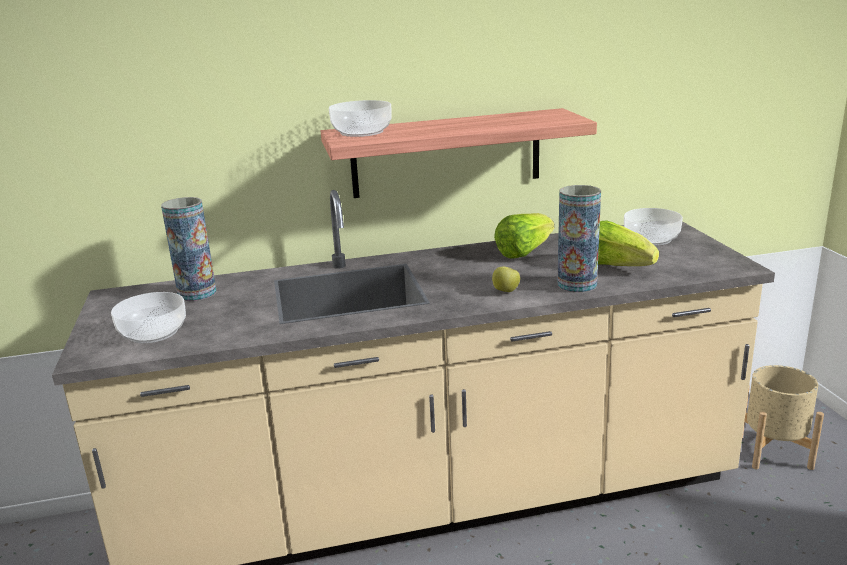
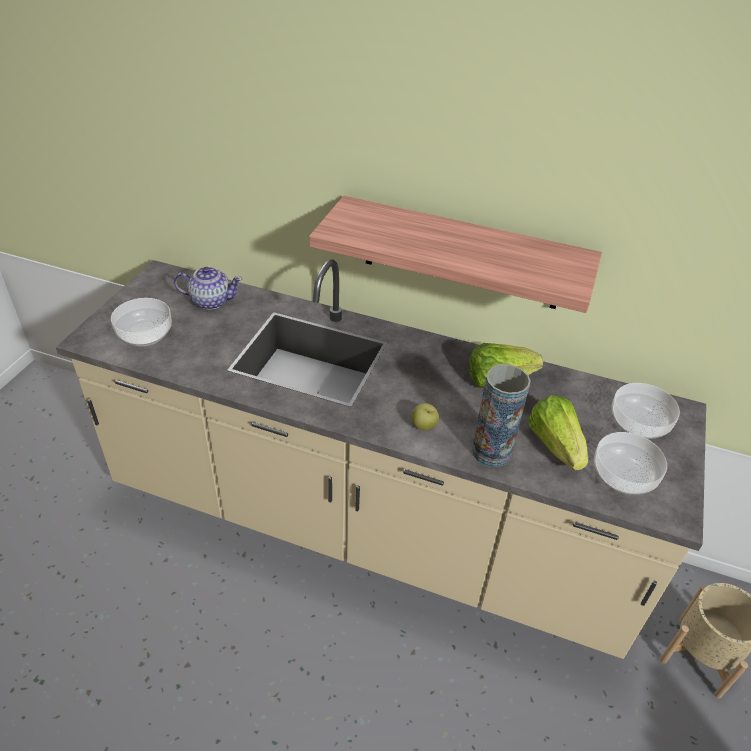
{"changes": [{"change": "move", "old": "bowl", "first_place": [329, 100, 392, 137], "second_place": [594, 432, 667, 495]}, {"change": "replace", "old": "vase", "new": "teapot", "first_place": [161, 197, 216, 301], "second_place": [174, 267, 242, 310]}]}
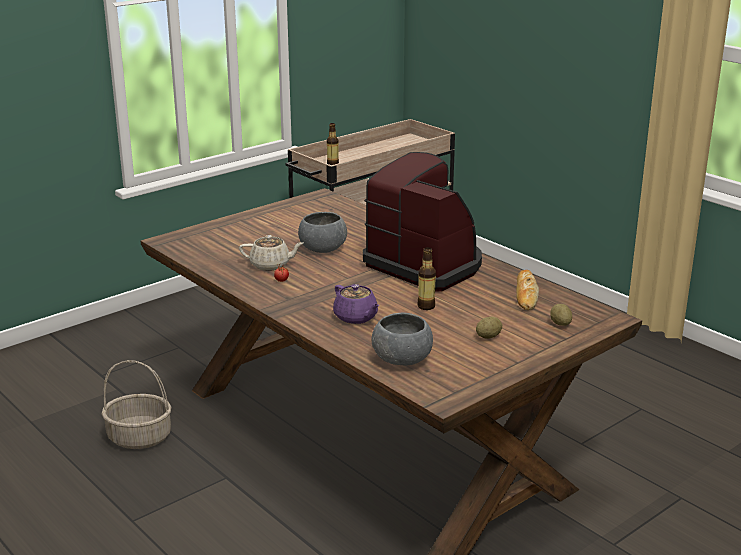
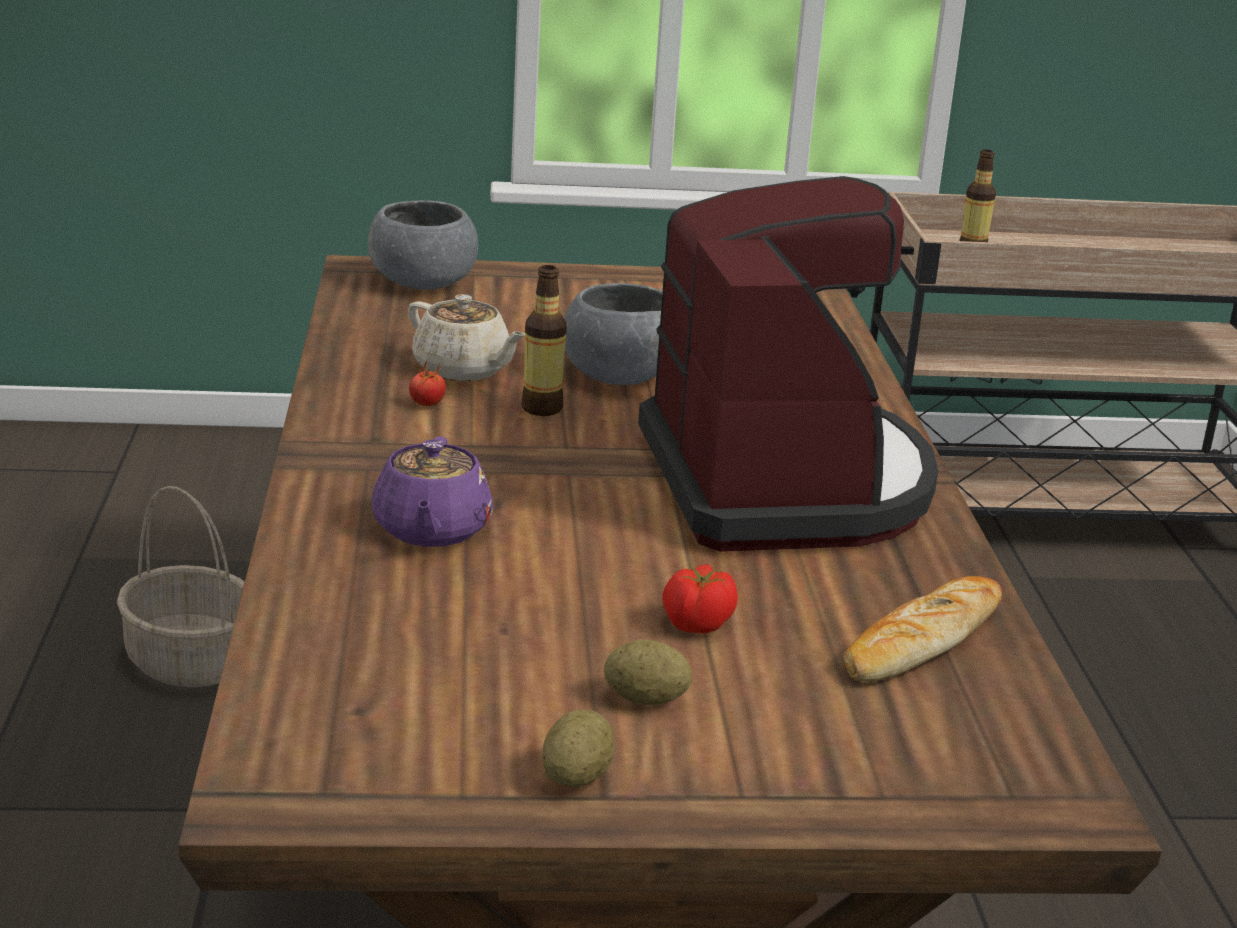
{"changes": [{"change": "insert", "new": "tomato", "second_place": [662, 564, 738, 634]}, {"change": "move", "old": "bowl/grey", "first_place": [371, 313, 433, 366], "second_place": [368, 200, 478, 290]}, {"change": "move", "old": "bottle", "first_place": [417, 247, 436, 310], "second_place": [521, 265, 567, 416]}, {"change": "move", "old": "potato", "first_place": [550, 304, 572, 326], "second_place": [542, 710, 615, 787]}]}
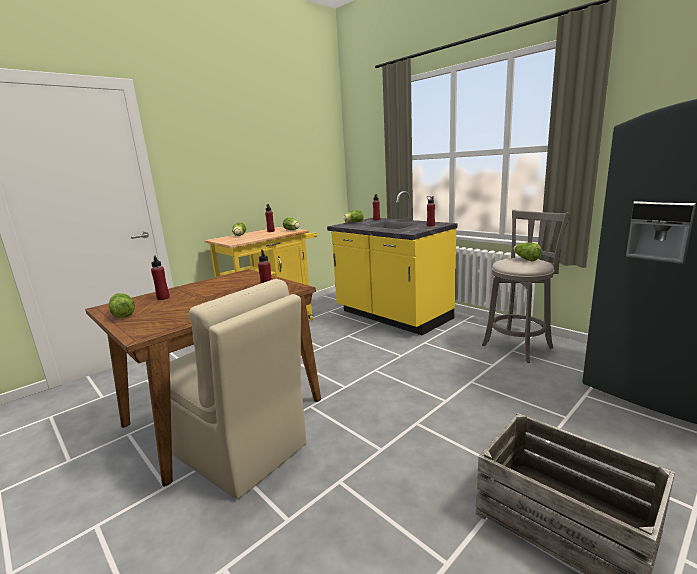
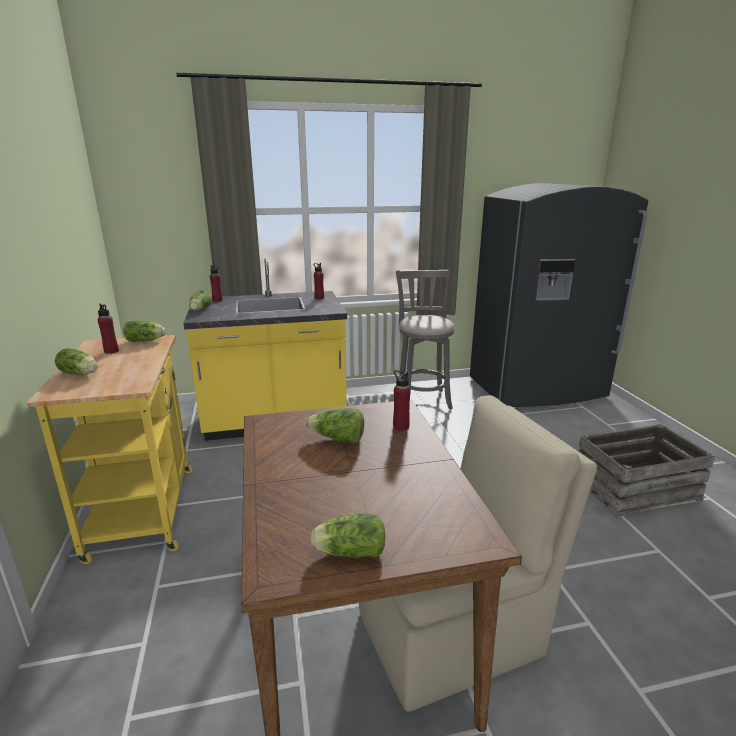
{"changes": [{"change": "delete", "old": "bottle/red", "first_place": [151, 255, 170, 300]}, {"change": "move", "old": "lettuce", "first_place": [513, 242, 542, 261], "second_place": [306, 408, 364, 444]}]}
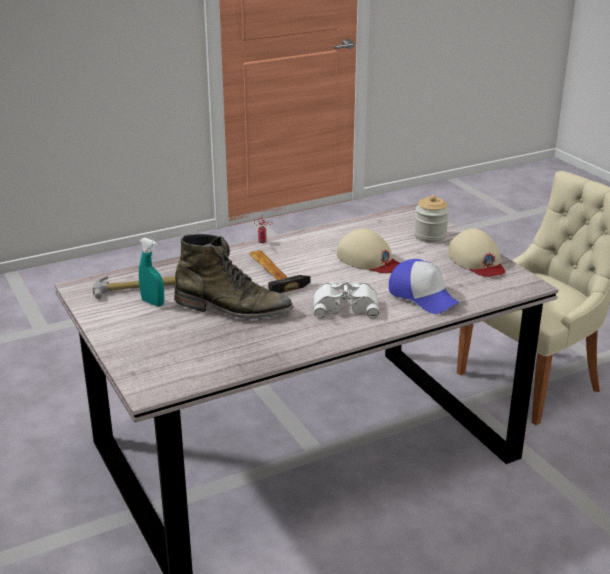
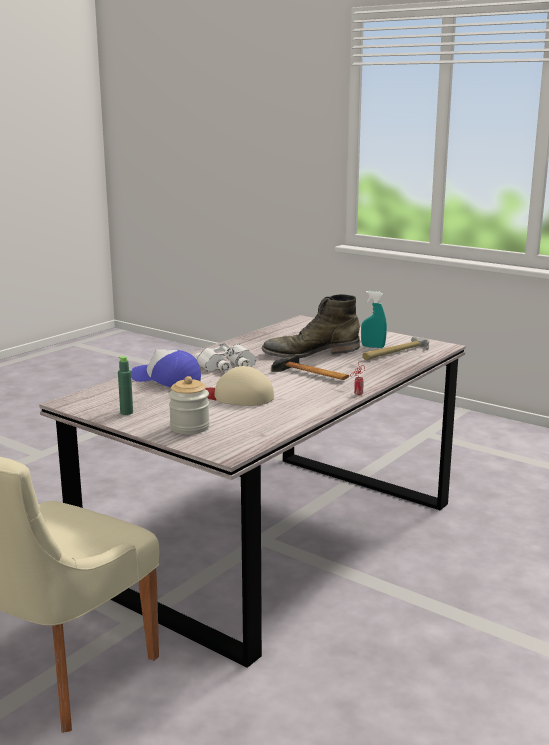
{"changes": [{"change": "replace", "old": "cap/beige", "new": "bottle/green", "first_place": [448, 228, 505, 277], "second_place": [118, 356, 133, 415]}]}
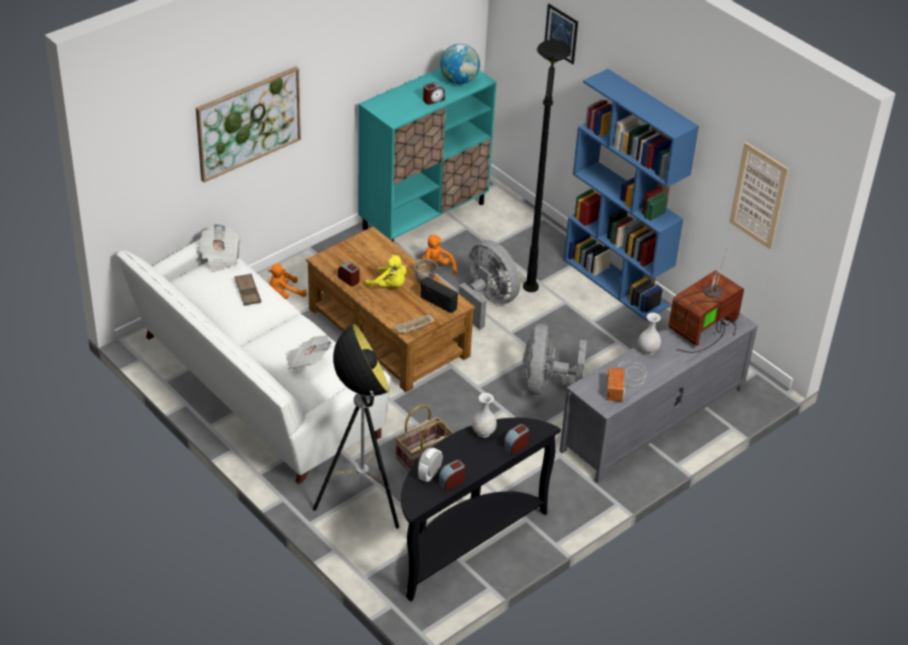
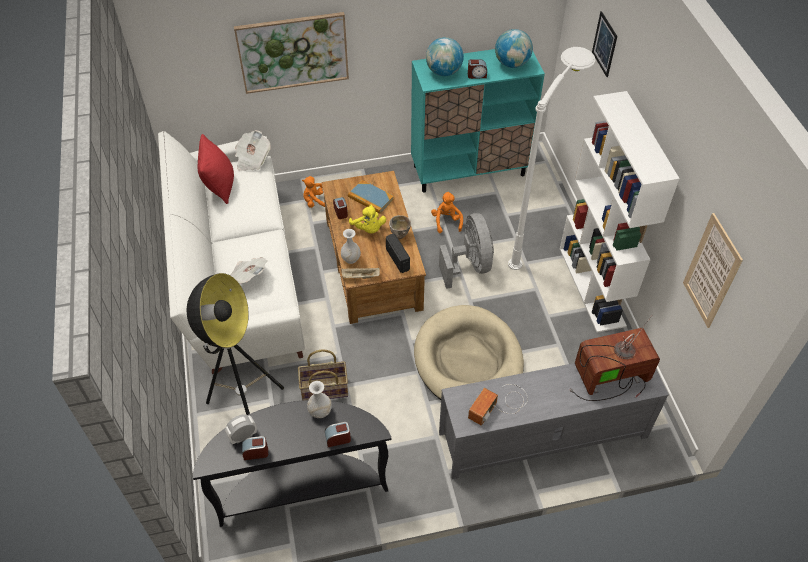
{"changes": [{"change": "delete", "old": "tray/brown", "first_place": [234, 273, 261, 306]}, {"change": "insert", "new": "pillow/red", "second_place": [198, 134, 234, 204]}, {"change": "insert", "new": "book", "second_place": [348, 180, 394, 214]}, {"change": "insert", "new": "globe", "second_place": [426, 37, 464, 76]}, {"change": "move", "old": "vase/white", "first_place": [638, 313, 661, 355], "second_place": [341, 229, 361, 264]}, {"change": "replace", "old": "fan/grey", "new": "dog bed/beige", "first_place": [523, 324, 587, 395], "second_place": [414, 305, 524, 400]}, {"change": "recolor", "old": "floor lamp/black", "new": "floor lamp/white", "first_place": [523, 40, 571, 292], "second_place": [508, 47, 596, 270]}, {"change": "recolor", "old": "bookcase/blue", "new": "bookcase/white", "first_place": [564, 69, 699, 320], "second_place": [560, 91, 680, 333]}]}
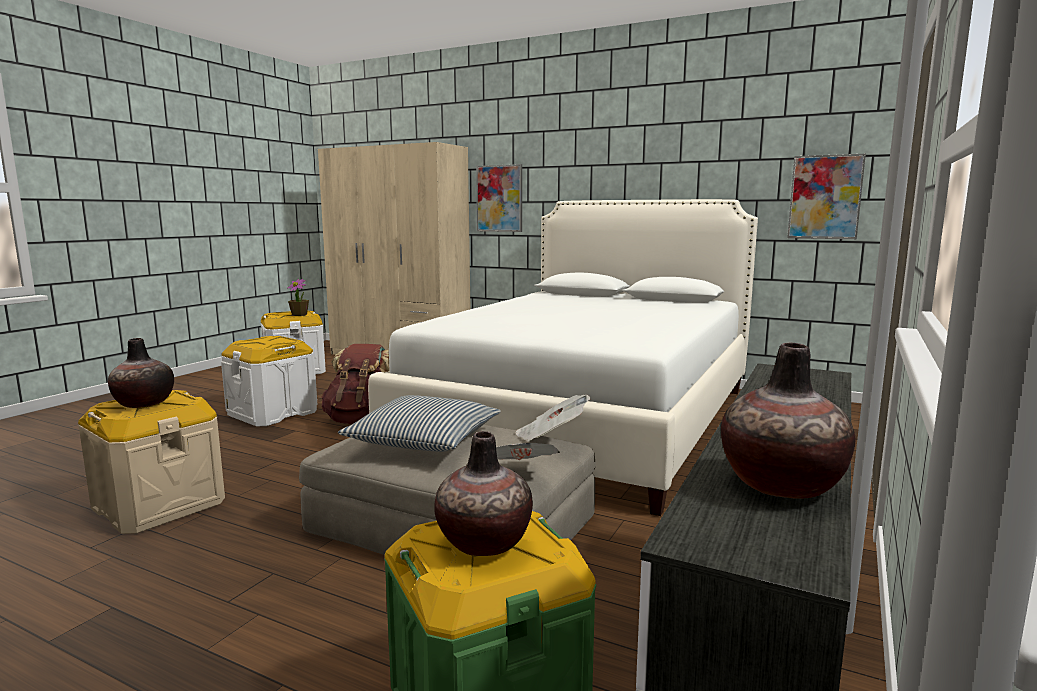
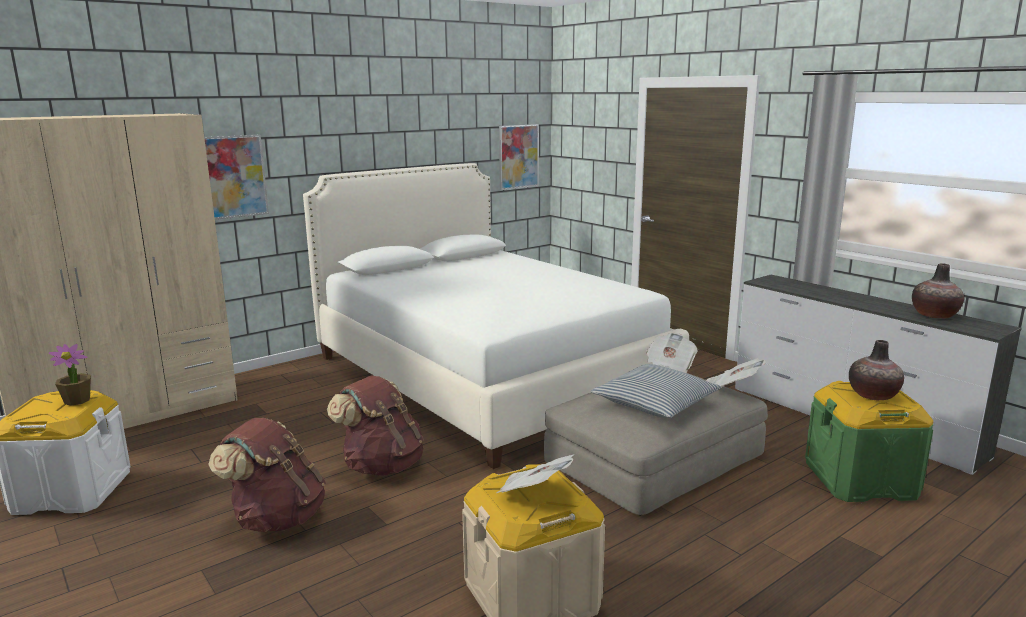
{"changes": [{"change": "replace", "old": "vase", "new": "newspaper", "first_place": [108, 338, 174, 408], "second_place": [497, 454, 575, 493]}, {"change": "replace", "old": "storage box/white", "new": "backpack/brown", "first_place": [221, 336, 317, 427], "second_place": [208, 418, 326, 532]}]}
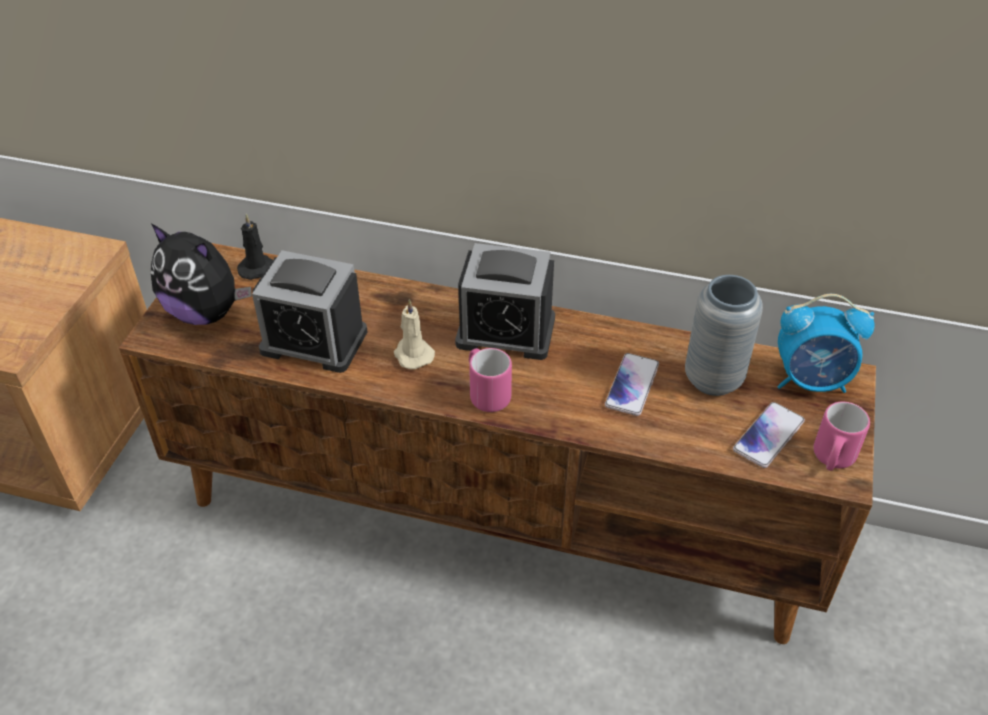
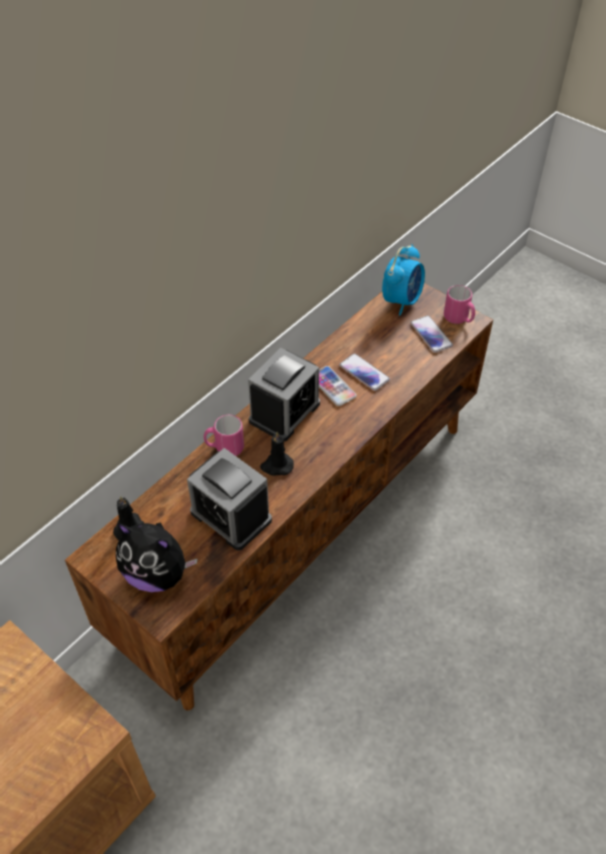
{"changes": [{"change": "delete", "old": "vase/grey", "first_place": [685, 275, 763, 396]}, {"change": "insert", "new": "phone", "second_place": [319, 366, 357, 406]}, {"change": "move", "old": "mug/pink", "first_place": [469, 348, 512, 412], "second_place": [204, 415, 244, 456]}, {"change": "recolor", "old": "candle/beige", "new": "candle/black", "first_place": [394, 299, 435, 369], "second_place": [260, 432, 294, 476]}, {"change": "rotate", "old": "plush toy", "first_place": [151, 223, 252, 325], "second_place": [116, 522, 198, 592], "degrees": 60}, {"change": "rotate", "old": "alarm clock", "first_place": [252, 250, 367, 373], "second_place": [187, 448, 272, 551], "degrees": 90}]}
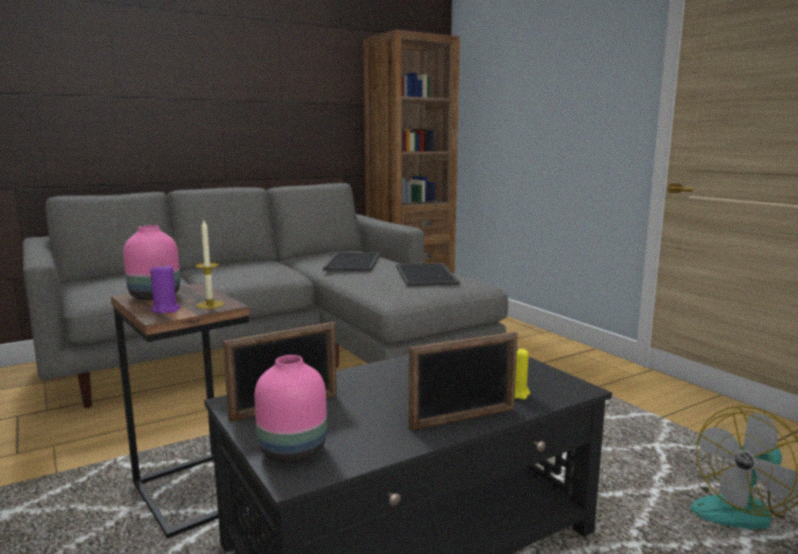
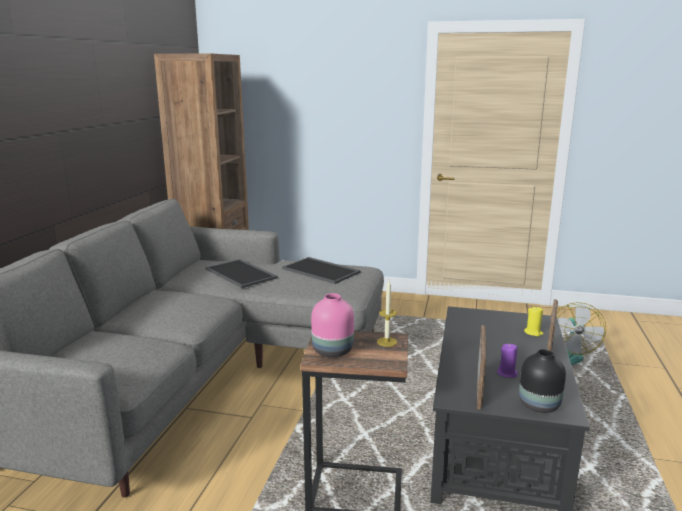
{"changes": [{"change": "move", "old": "candle/purple", "first_place": [150, 263, 180, 314], "second_place": [497, 344, 518, 378]}, {"change": "recolor", "old": "vase/pink", "new": "vase/black", "first_place": [254, 355, 327, 463], "second_place": [519, 349, 566, 413]}]}
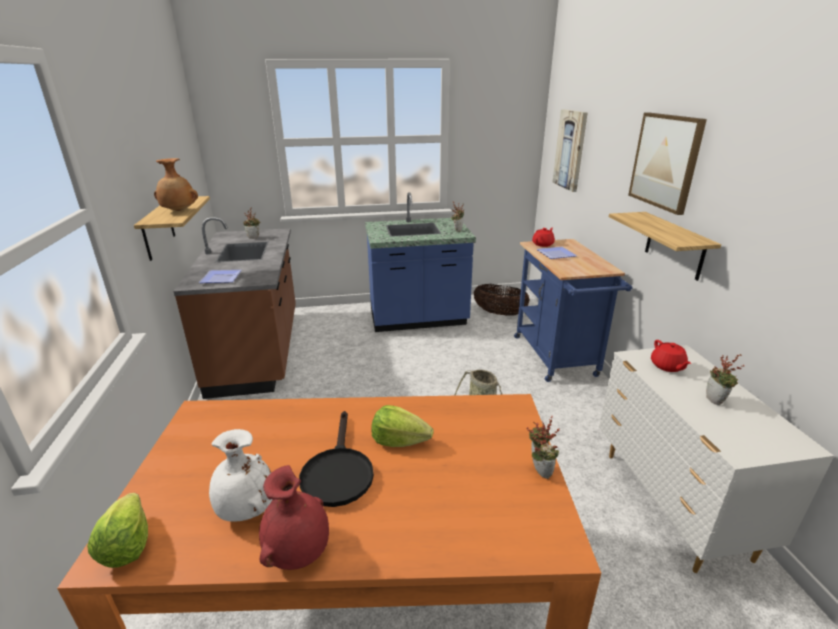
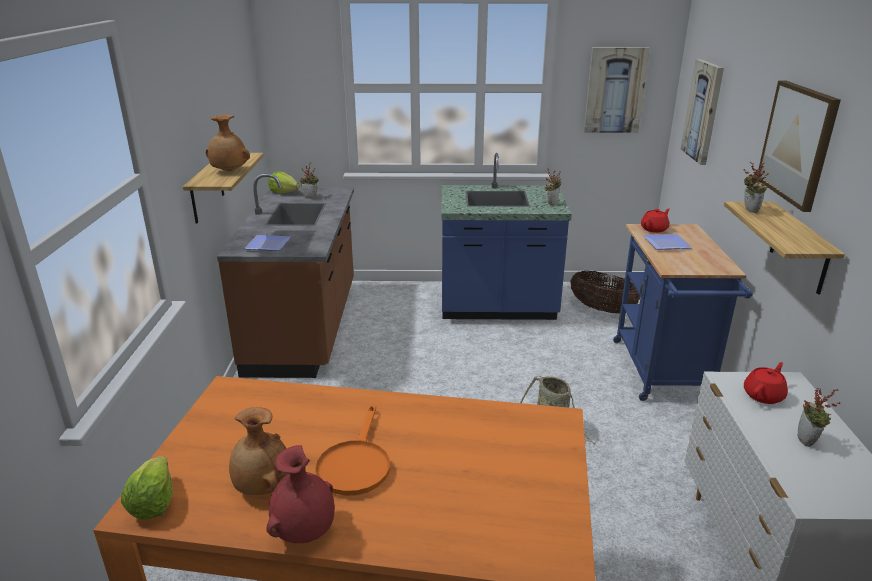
{"changes": [{"change": "insert", "new": "picture", "second_place": [584, 47, 650, 133]}, {"change": "move", "old": "lettuce", "first_place": [372, 405, 434, 447], "second_place": [268, 171, 300, 194]}, {"change": "move", "old": "potted plant", "first_place": [526, 416, 560, 479], "second_place": [744, 162, 769, 213]}, {"change": "recolor", "old": "vase/white", "new": "vase/brown", "first_place": [209, 429, 272, 522], "second_place": [229, 407, 286, 495]}, {"change": "recolor", "old": "frying pan/black", "new": "frying pan/orange", "first_place": [299, 411, 374, 507], "second_place": [315, 404, 390, 496]}, {"change": "rotate", "old": "teapot/red", "first_place": [651, 340, 692, 372], "second_place": [744, 362, 788, 404], "degrees": -135}]}
